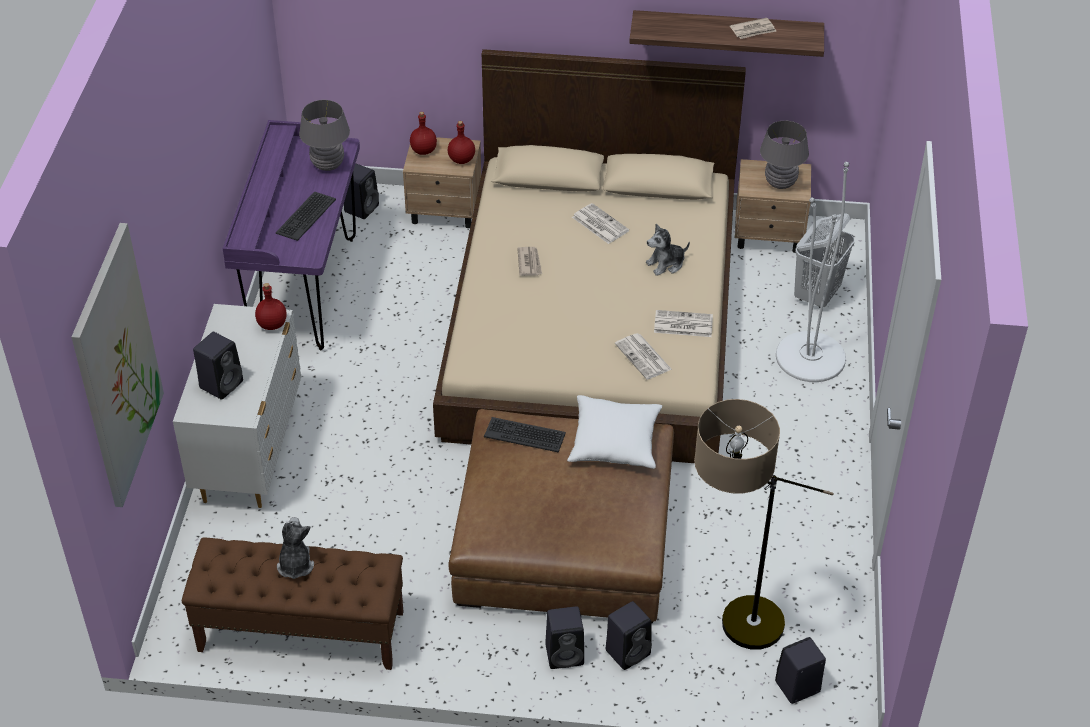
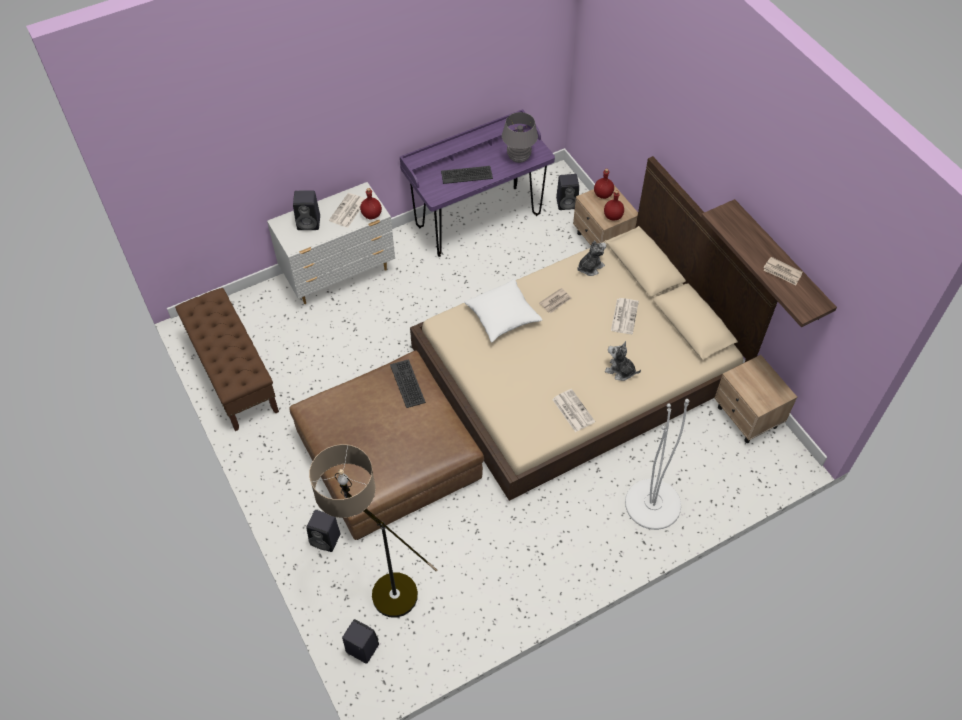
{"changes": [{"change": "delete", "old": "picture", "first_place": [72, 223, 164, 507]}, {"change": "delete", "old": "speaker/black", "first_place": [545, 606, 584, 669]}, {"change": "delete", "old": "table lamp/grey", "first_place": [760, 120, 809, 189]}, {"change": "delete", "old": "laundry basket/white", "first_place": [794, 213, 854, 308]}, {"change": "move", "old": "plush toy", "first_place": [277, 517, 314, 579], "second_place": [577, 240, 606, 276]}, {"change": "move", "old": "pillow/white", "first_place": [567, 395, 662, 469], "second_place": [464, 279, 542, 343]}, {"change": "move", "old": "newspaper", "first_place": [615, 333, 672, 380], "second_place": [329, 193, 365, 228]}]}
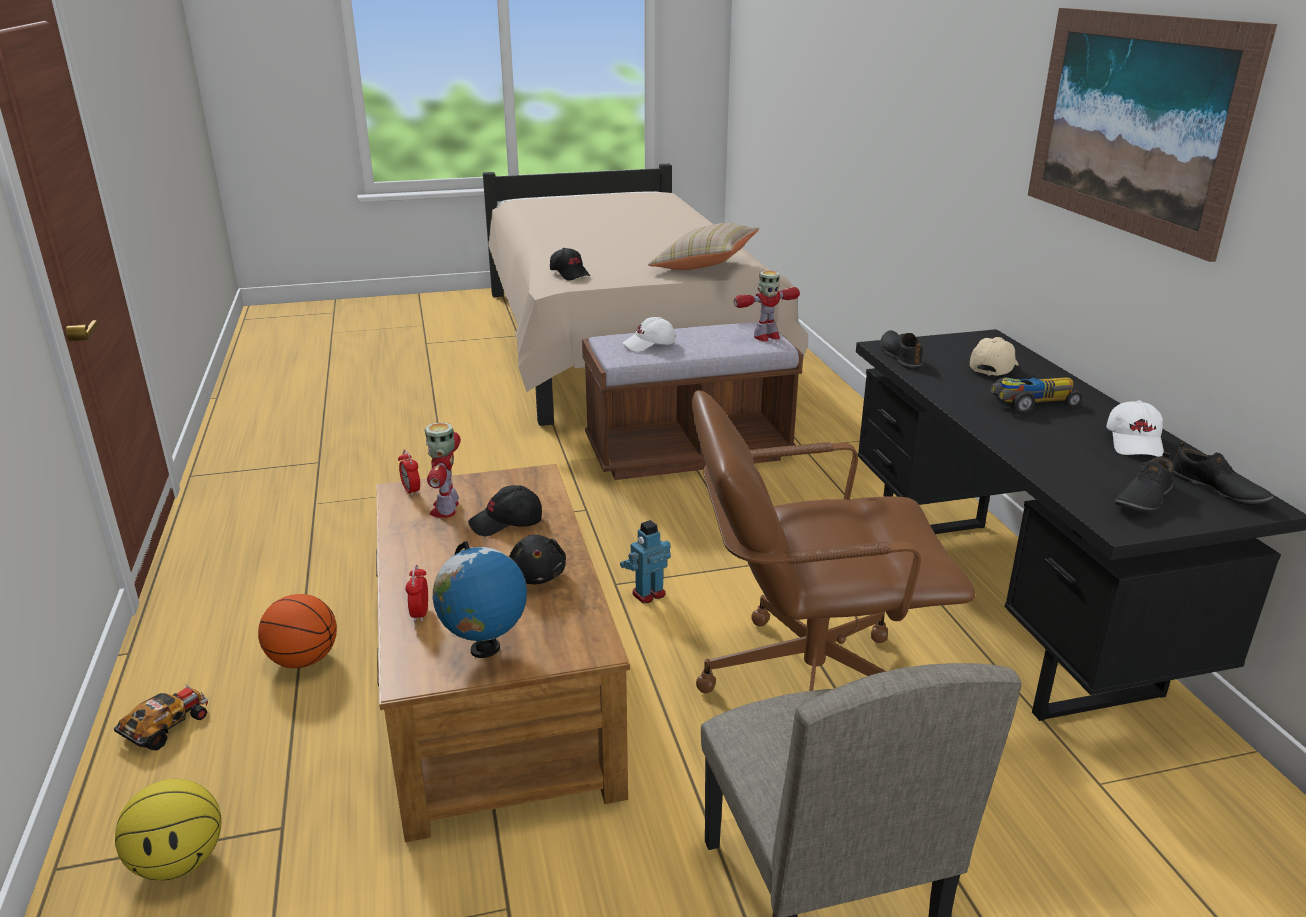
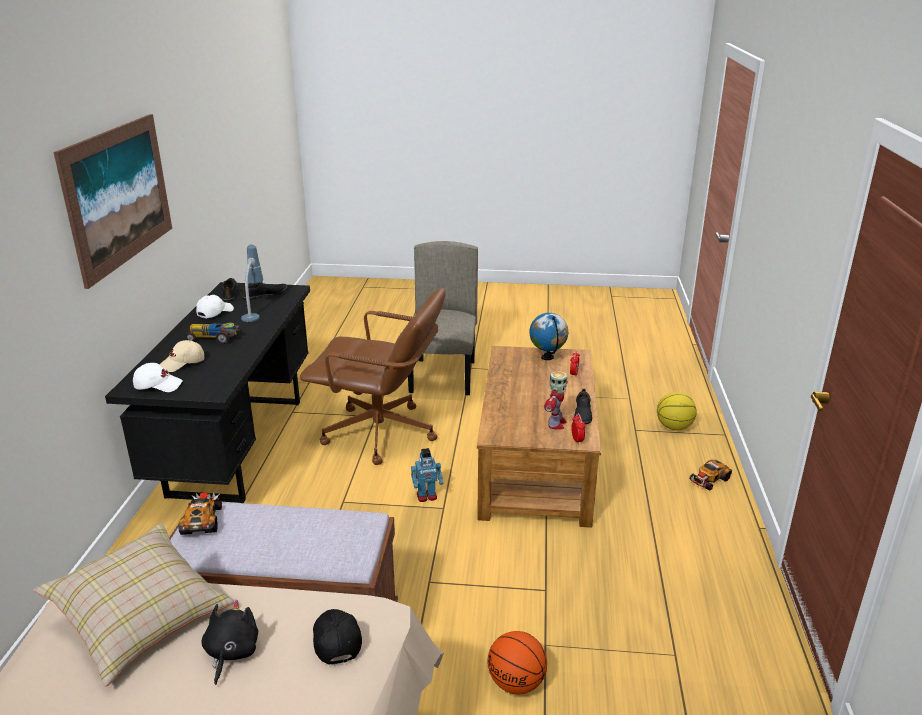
{"changes": [{"change": "delete", "old": "cap/black", "first_place": [468, 485, 542, 536]}, {"change": "insert", "new": "table lamp", "second_place": [241, 244, 263, 322]}, {"change": "move", "old": "basketball", "first_place": [258, 594, 337, 668], "second_place": [488, 631, 547, 694]}, {"change": "move", "old": "plush toy/black", "first_place": [509, 534, 566, 584], "second_place": [202, 600, 258, 685]}, {"change": "move", "old": "cap/white", "first_place": [623, 317, 675, 352], "second_place": [133, 363, 183, 392]}, {"change": "move", "old": "shoe/black", "first_place": [880, 330, 923, 369], "second_place": [573, 389, 592, 424]}, {"change": "replace", "old": "toy robot", "new": "toy car", "first_place": [734, 271, 800, 342], "second_place": [179, 491, 222, 535]}]}
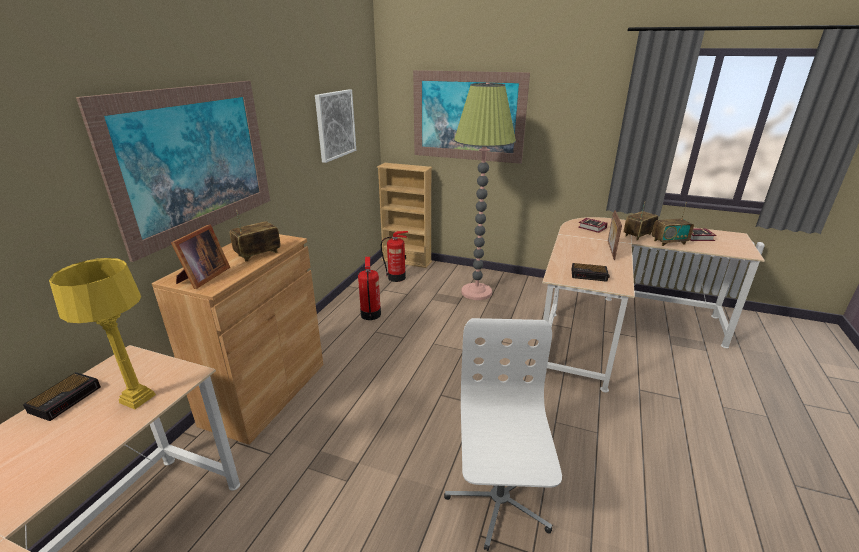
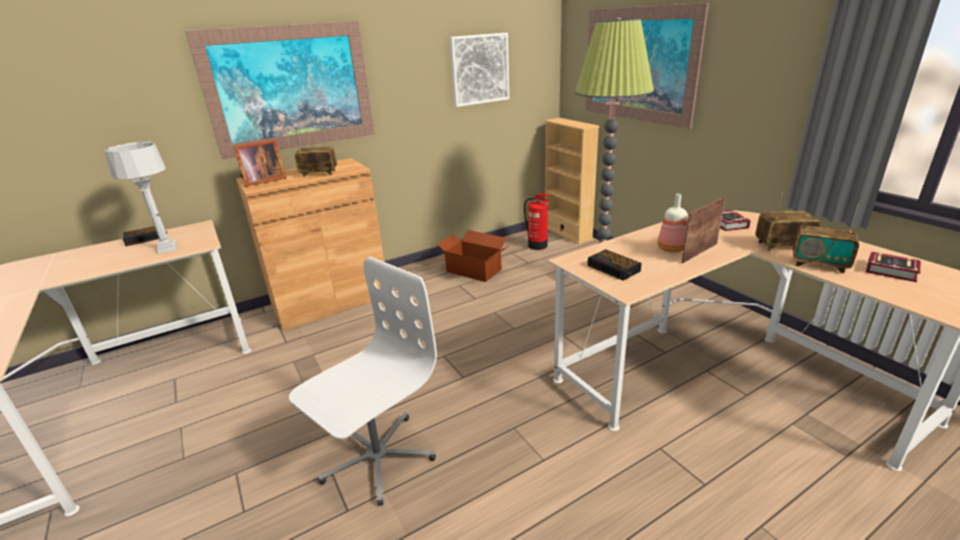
{"changes": [{"change": "insert", "new": "bottle", "second_place": [657, 194, 687, 253]}, {"change": "replace", "old": "fire extinguisher", "new": "cardboard box", "first_place": [358, 257, 381, 320], "second_place": [437, 230, 509, 282]}, {"change": "recolor", "old": "table lamp/yellow", "new": "table lamp/grey", "first_place": [49, 258, 156, 409], "second_place": [104, 142, 177, 254]}]}
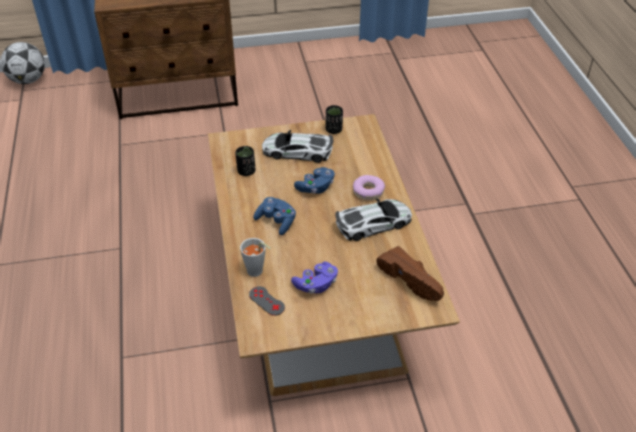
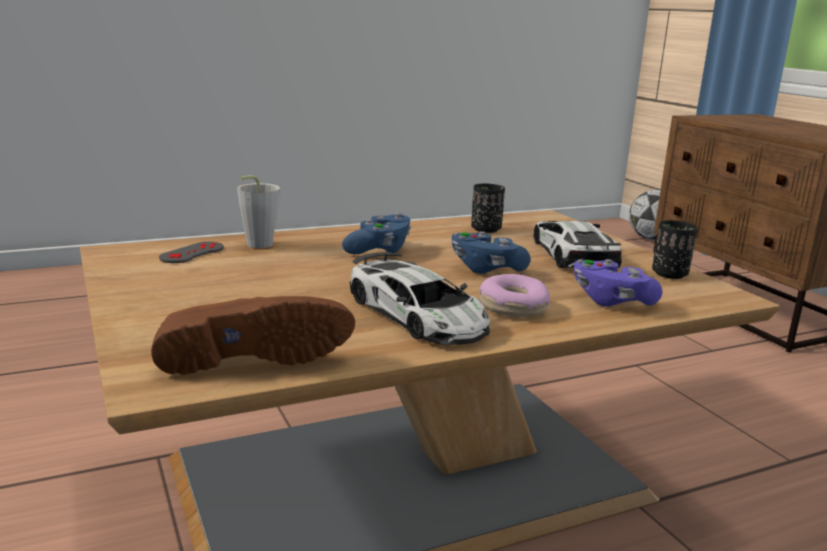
{"changes": [{"change": "move", "old": "game controller/purple", "first_place": [291, 262, 338, 294], "second_place": [574, 259, 662, 307]}, {"change": "rotate", "old": "shoe/brown", "first_place": [376, 246, 444, 301], "second_place": [151, 296, 355, 375], "degrees": -135}]}
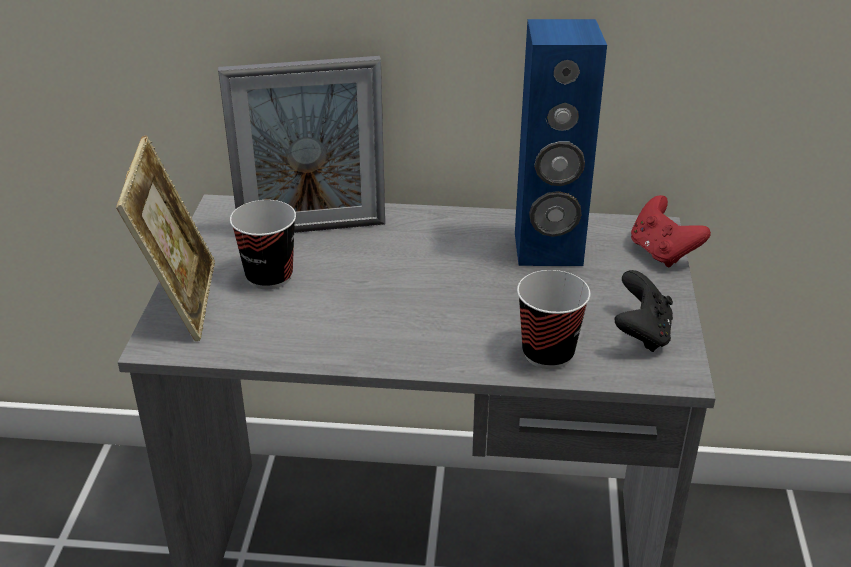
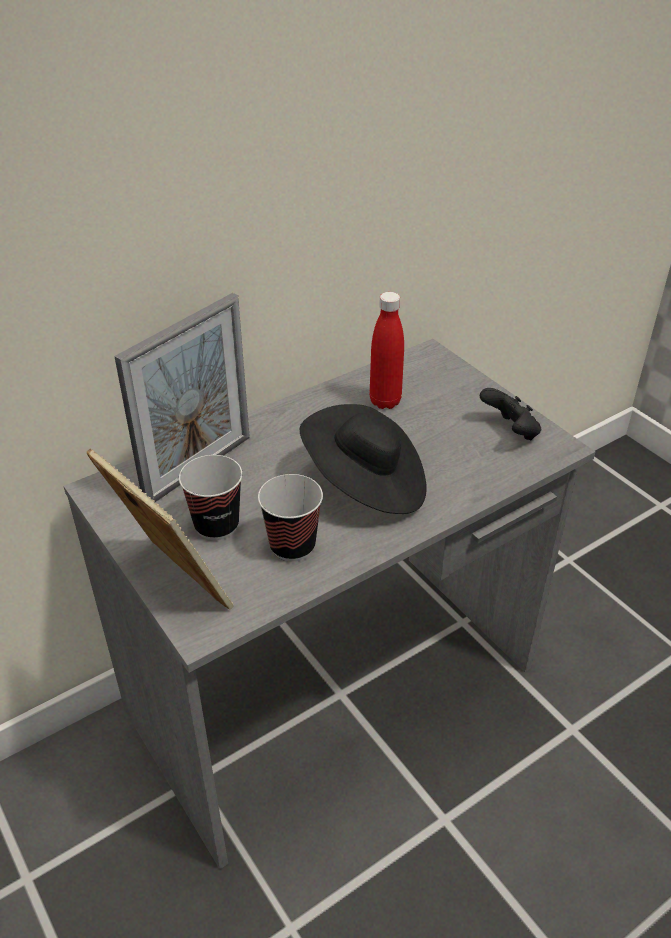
{"changes": [{"change": "delete", "old": "game controller/red", "first_place": [631, 195, 711, 267]}, {"change": "insert", "new": "hat/black", "second_place": [300, 404, 427, 514]}, {"change": "move", "old": "cup", "first_place": [517, 270, 591, 369], "second_place": [258, 474, 323, 561]}, {"change": "replace", "old": "speaker/blue", "new": "bottle/red", "first_place": [515, 19, 607, 266], "second_place": [370, 292, 404, 409]}]}
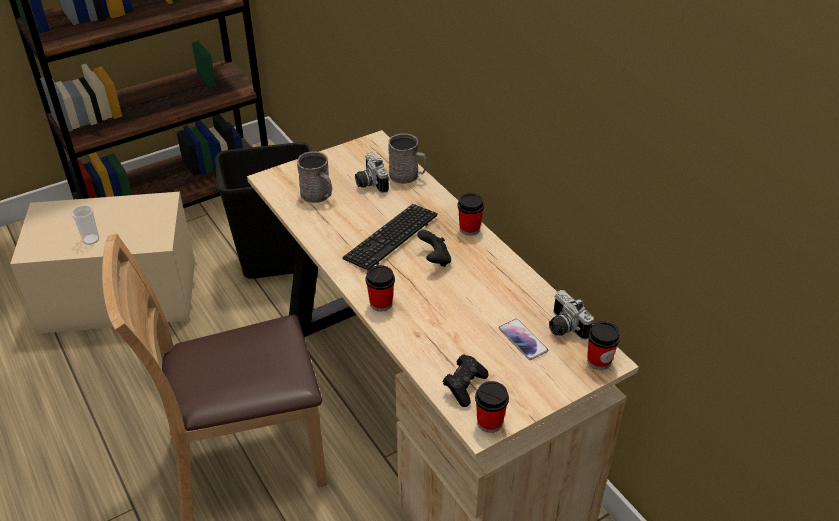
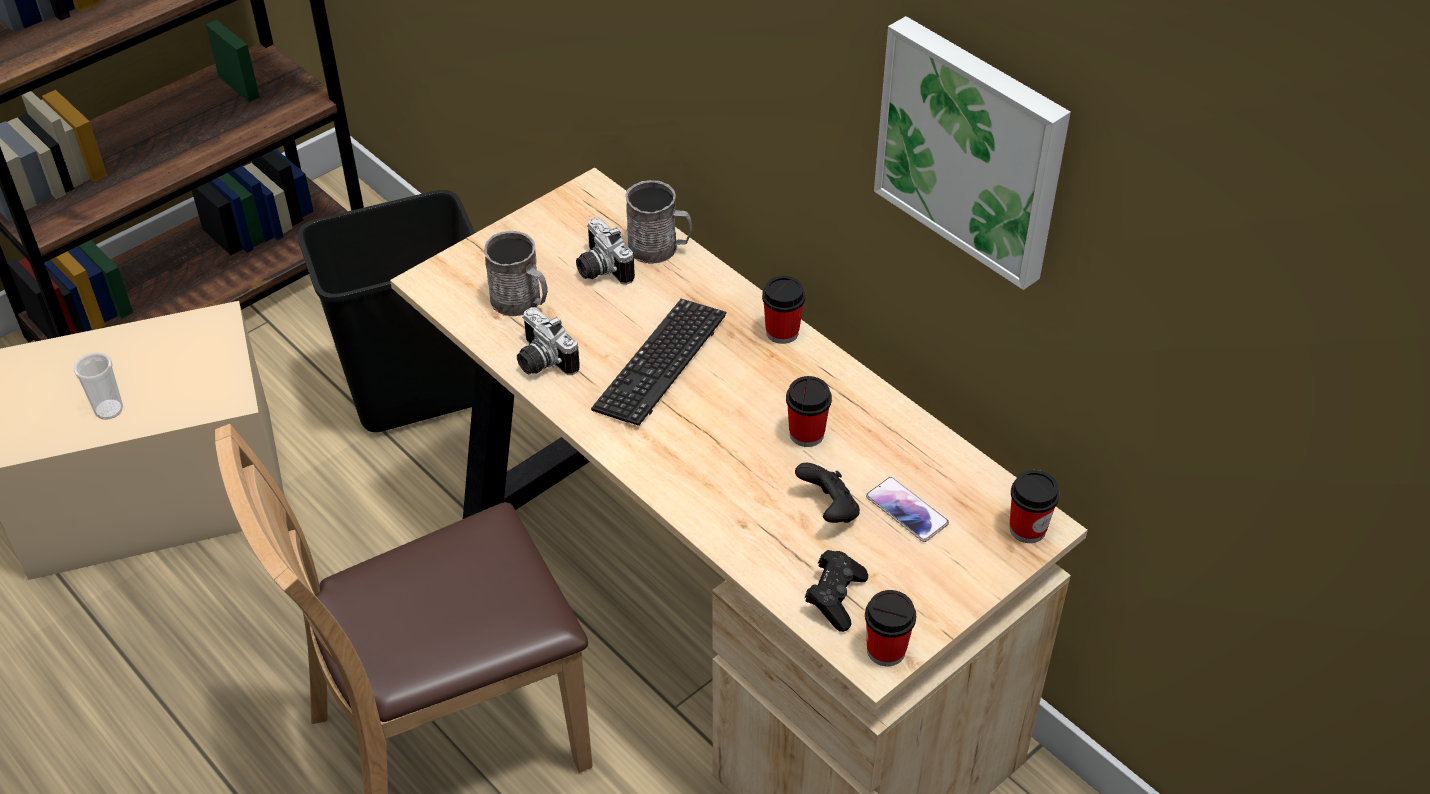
{"changes": [{"change": "insert", "new": "picture", "second_place": [874, 16, 1071, 290]}, {"change": "move", "old": "cup", "first_place": [366, 265, 395, 312], "second_place": [786, 376, 832, 447]}, {"change": "move", "old": "game controller/black", "first_place": [417, 230, 451, 267], "second_place": [795, 463, 860, 523]}, {"change": "move", "old": "photo camera", "first_place": [549, 290, 594, 340], "second_place": [517, 307, 580, 375]}]}
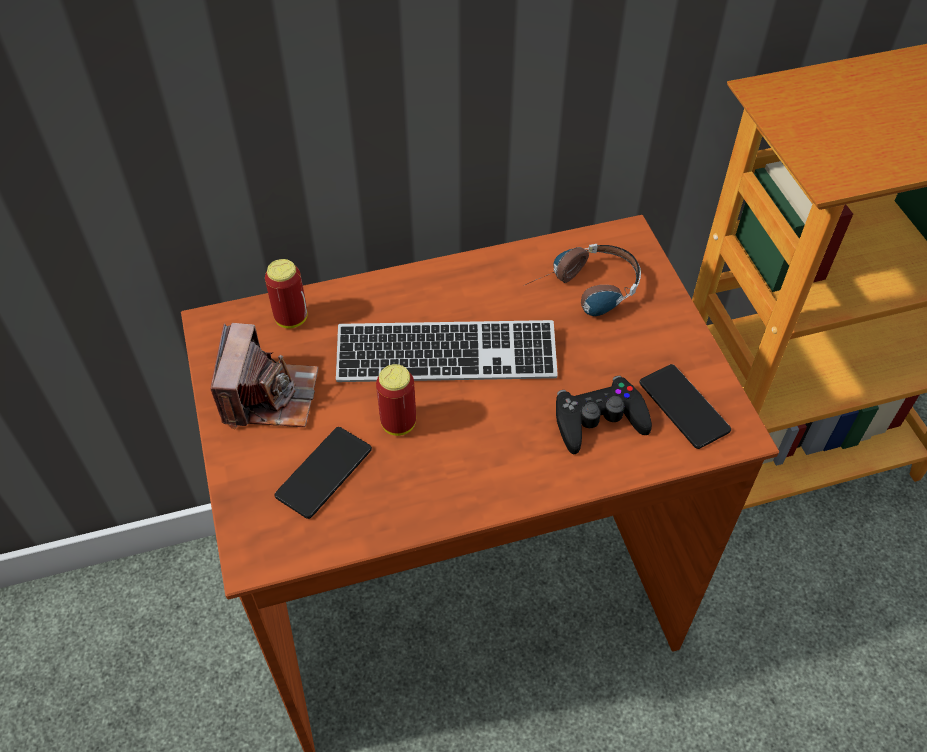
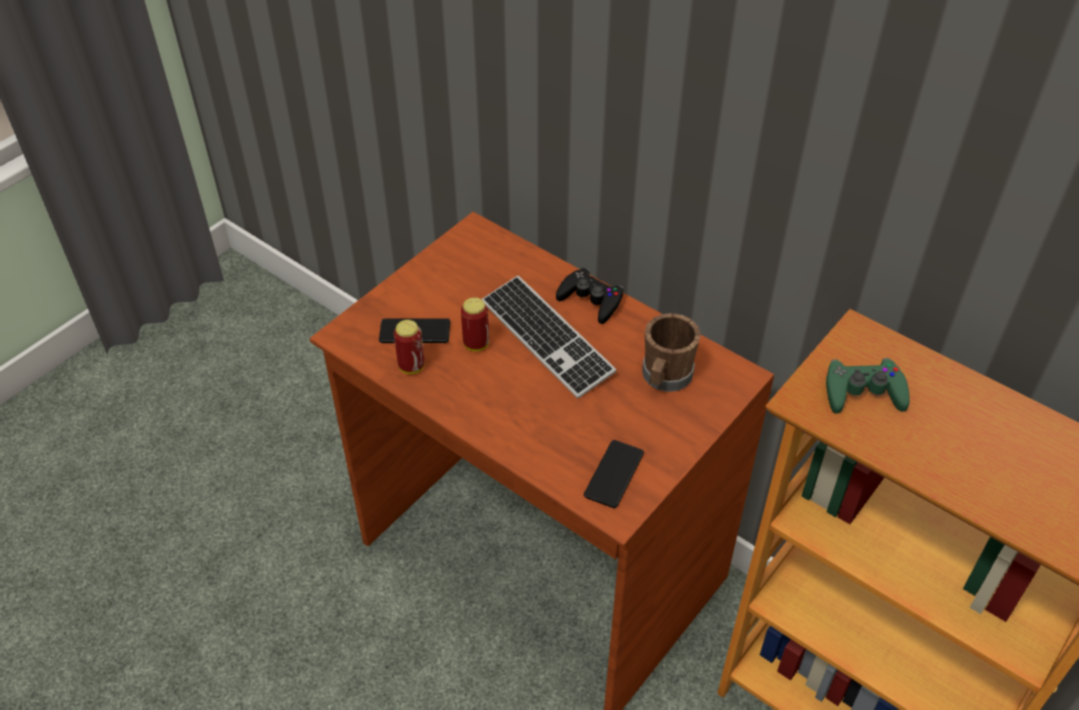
{"changes": [{"change": "delete", "old": "photo camera", "first_place": [210, 323, 318, 429]}, {"change": "insert", "new": "game controller/green", "second_place": [826, 358, 910, 414]}, {"change": "move", "old": "can", "first_place": [265, 259, 307, 328], "second_place": [394, 320, 425, 374]}, {"change": "move", "old": "game controller/black", "first_place": [556, 376, 652, 454], "second_place": [556, 268, 623, 324]}, {"change": "replace", "old": "headphones", "new": "mug/brown", "first_place": [528, 244, 641, 316], "second_place": [642, 313, 701, 392]}]}
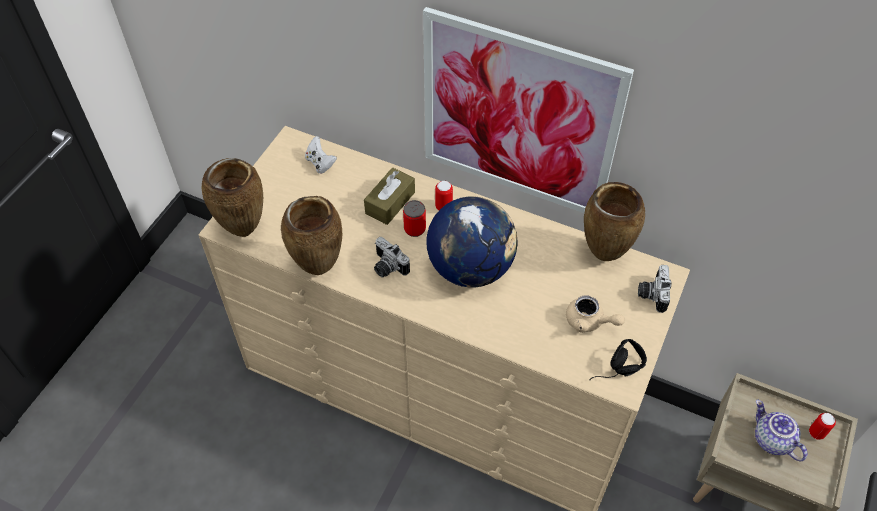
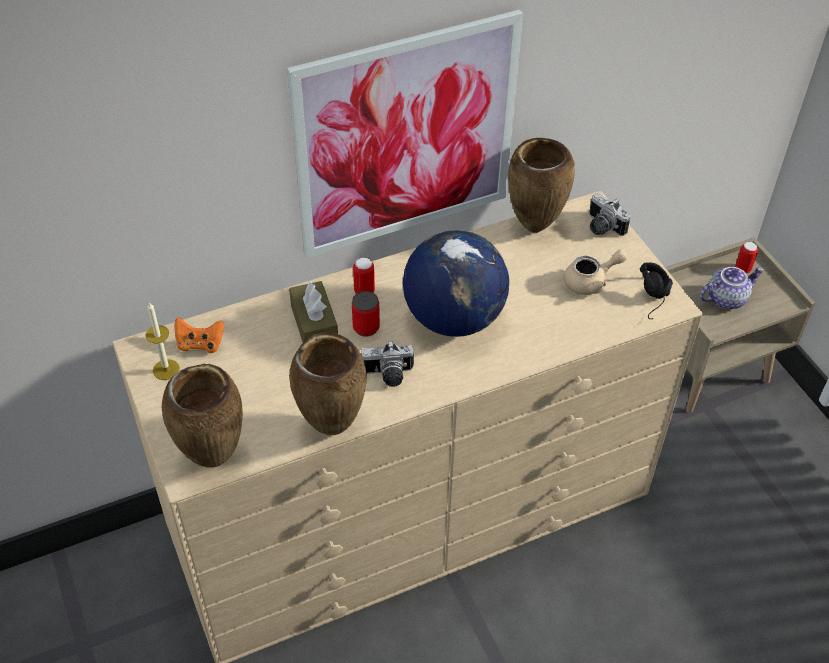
{"changes": [{"change": "insert", "new": "candle", "second_place": [145, 302, 180, 380]}, {"change": "recolor", "old": "game controller/white", "new": "game controller/orange", "first_place": [305, 136, 337, 174], "second_place": [174, 317, 224, 353]}, {"change": "rotate", "old": "teapot", "first_place": [755, 400, 807, 461], "second_place": [700, 267, 764, 309], "degrees": 150}]}
